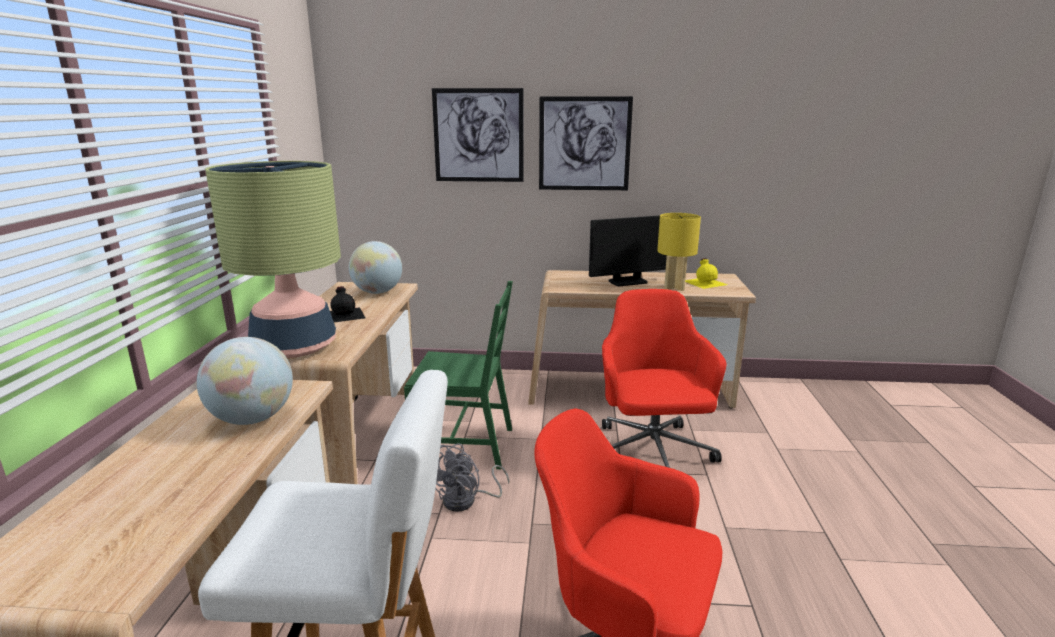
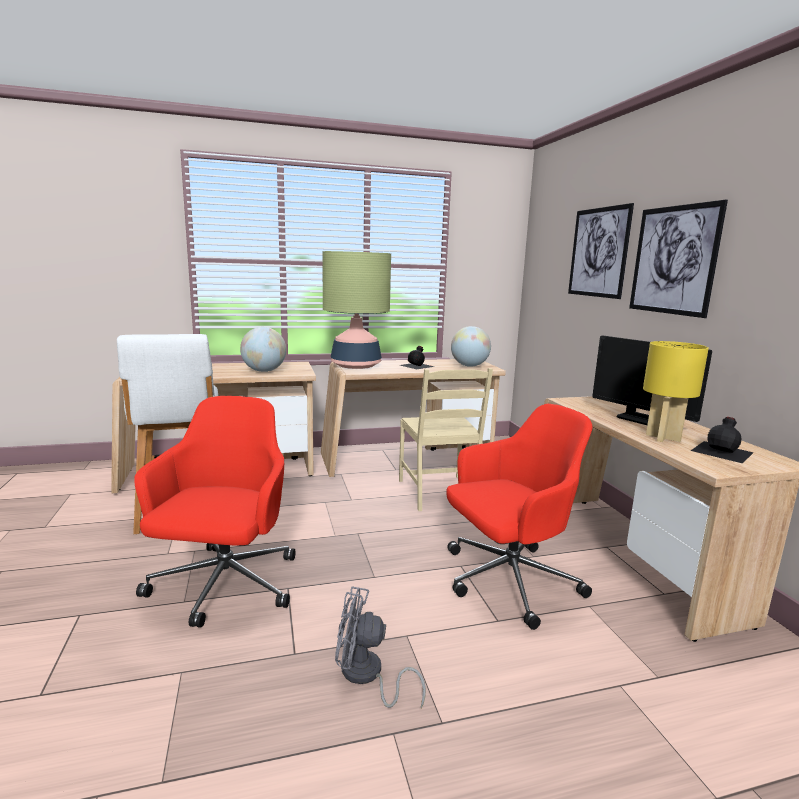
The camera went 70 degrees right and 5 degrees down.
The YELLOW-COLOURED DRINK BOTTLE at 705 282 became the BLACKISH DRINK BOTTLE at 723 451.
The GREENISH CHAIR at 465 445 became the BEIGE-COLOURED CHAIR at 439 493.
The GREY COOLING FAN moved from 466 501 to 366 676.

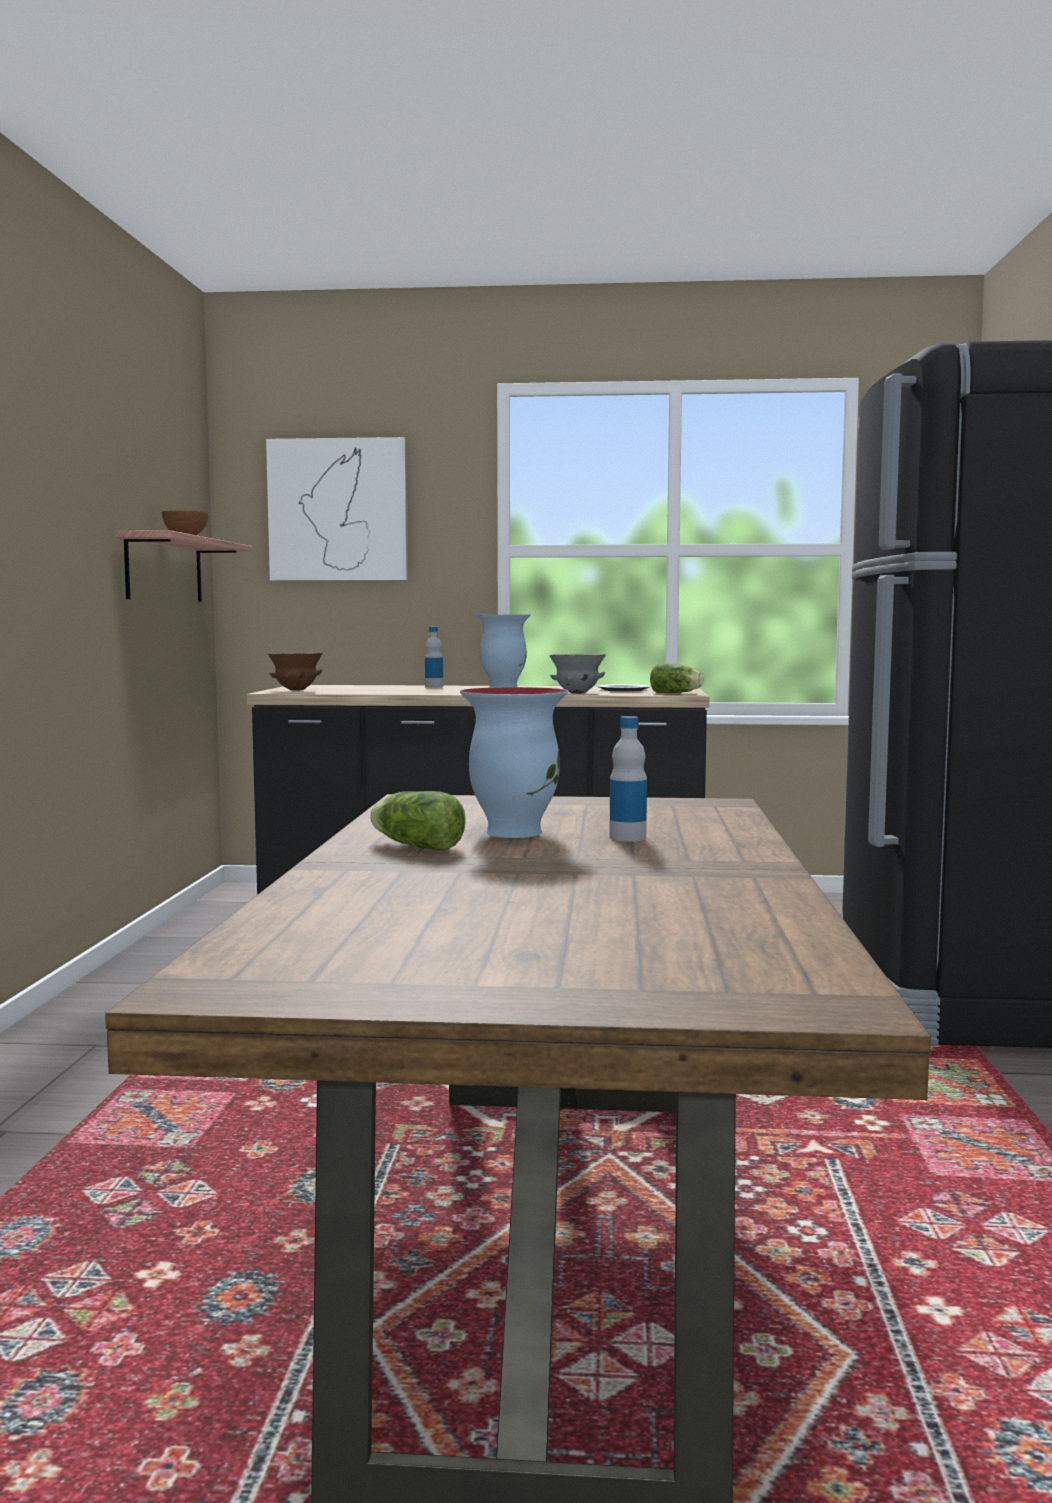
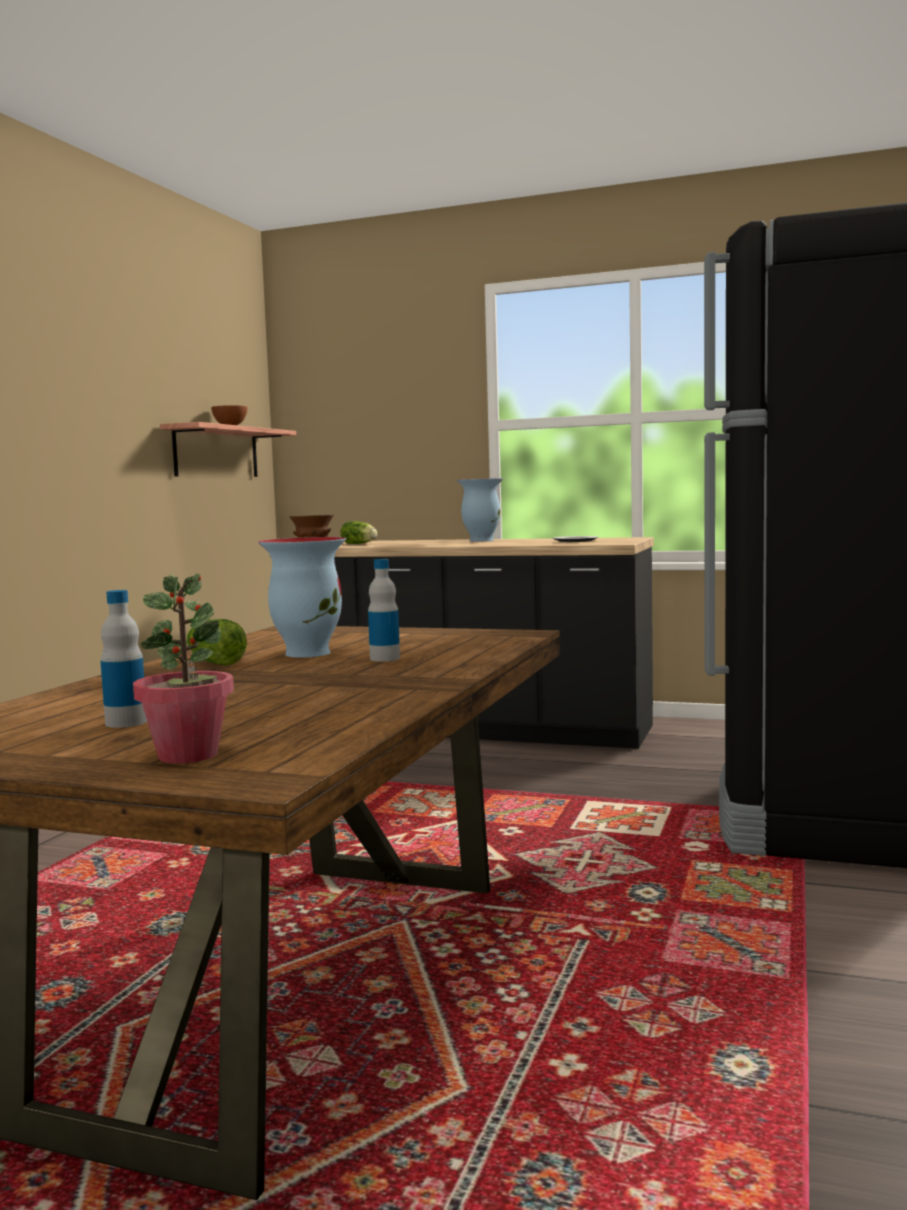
The camera went 15 degrees right and 0 degrees up.
The WALL PICTURE at 338 510 disappeared.
The DRINK BOTTLE moved from 434 687 to 126 722.
The GREY SERVING BOWL at 577 693 disappeared.
The LETTUCE moved from 677 693 to 360 544.
The HOUSEPLANT at 188 755 appeared.

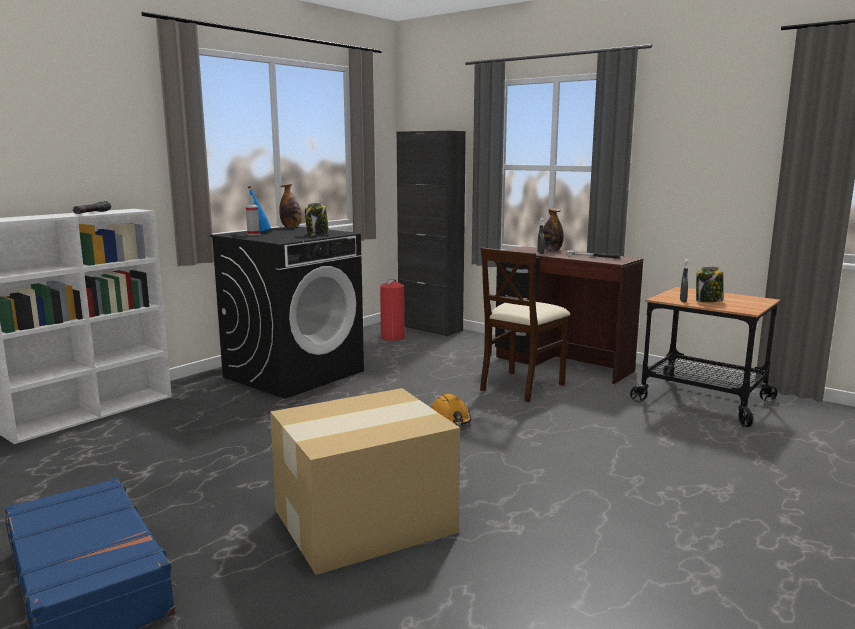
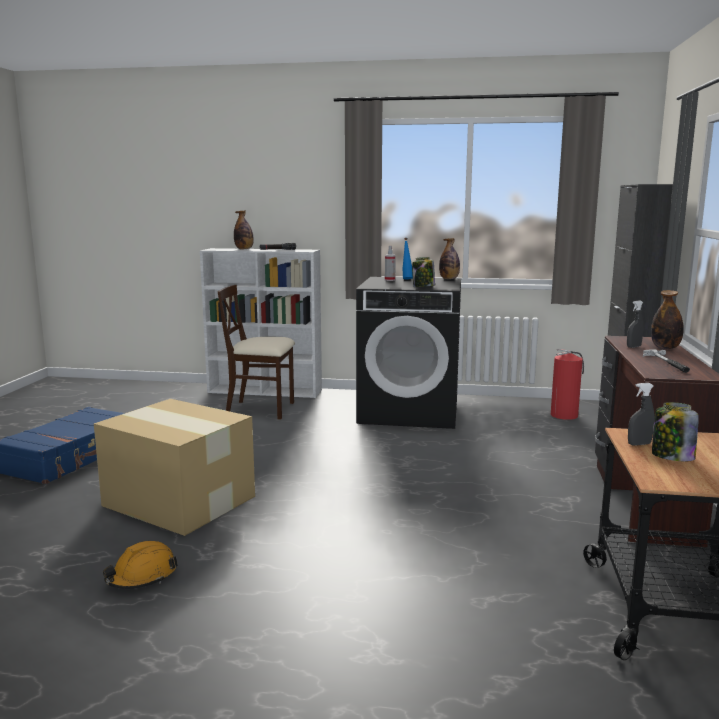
The camera went 60 degrees right and 0 degrees up.
The BEIGE-COLOURED CHAIR moved from 521 386 to 261 409.
The ORANGE-COLOURED SAFETY HELMET moved from 450 420 to 142 577.
The DRINK BOTTLE at 244 249 appeared.

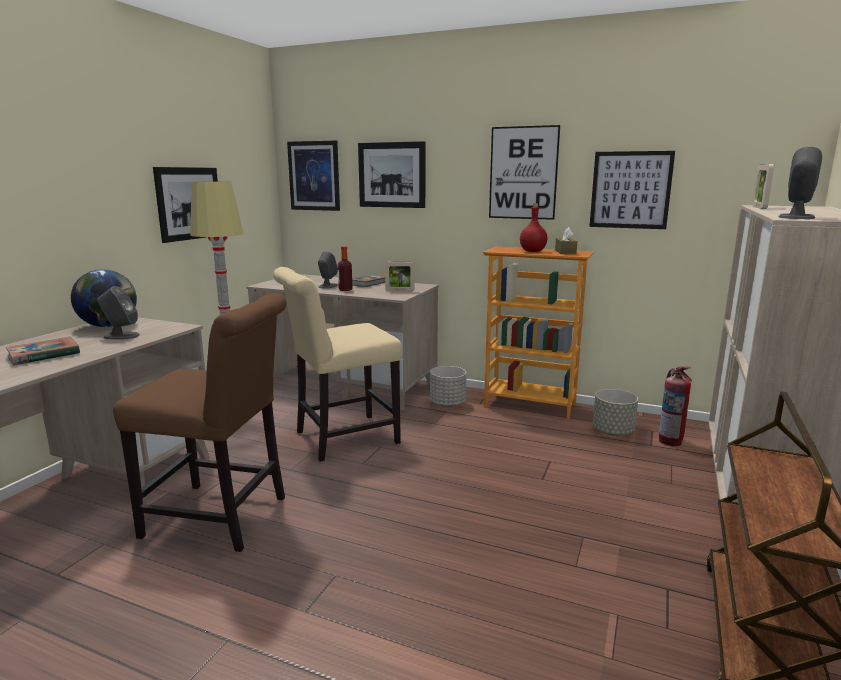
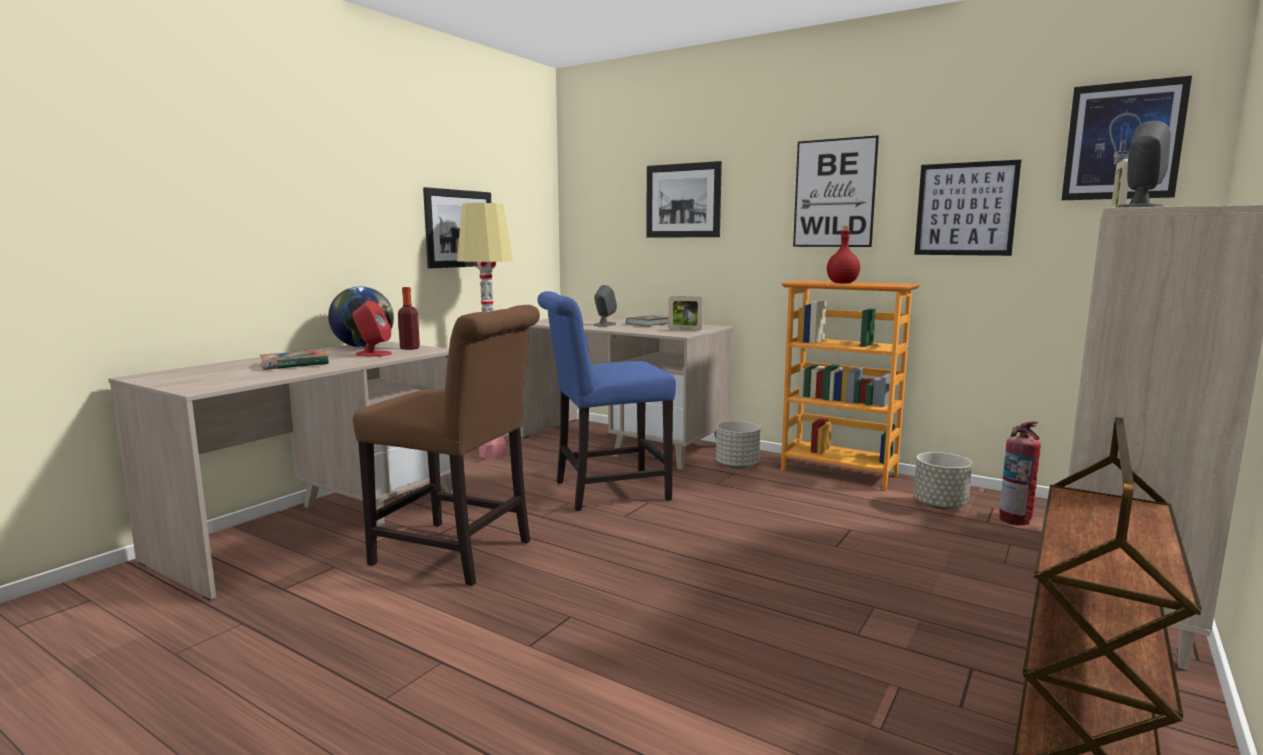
The camera went 10 degrees right and 5 degrees down.
The WALL PICTURE moved from 314 176 to 1123 141.
The BROWNISH TISSUE BOX at 565 252 disappeared.
The DRINK BOTTLE moved from 345 290 to 410 348.
The BEIGE-COLOURED CHAIR at 341 439 became the BLUE CHAIR at 605 492.
The GREY SPEAKER at 121 336 became the RED-COLOURED SPEAKER at 373 354.

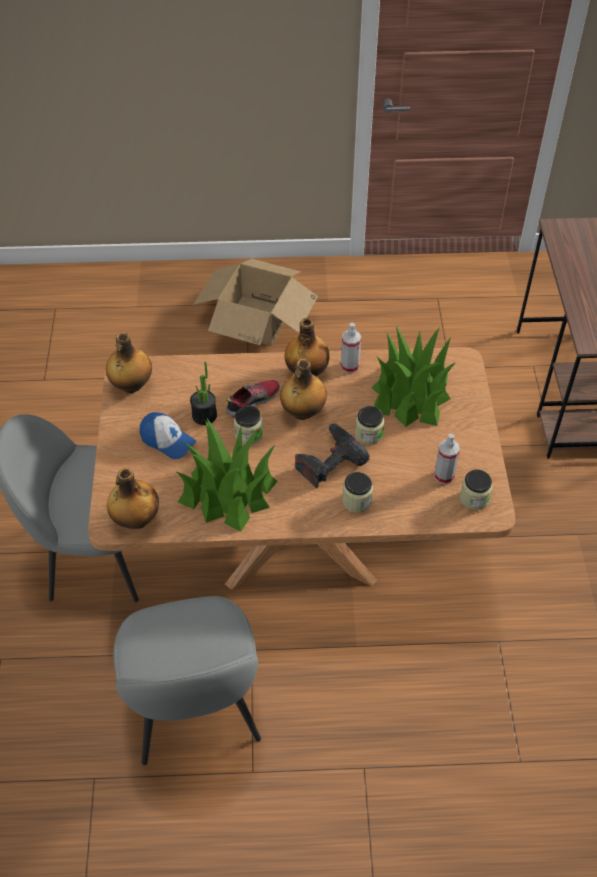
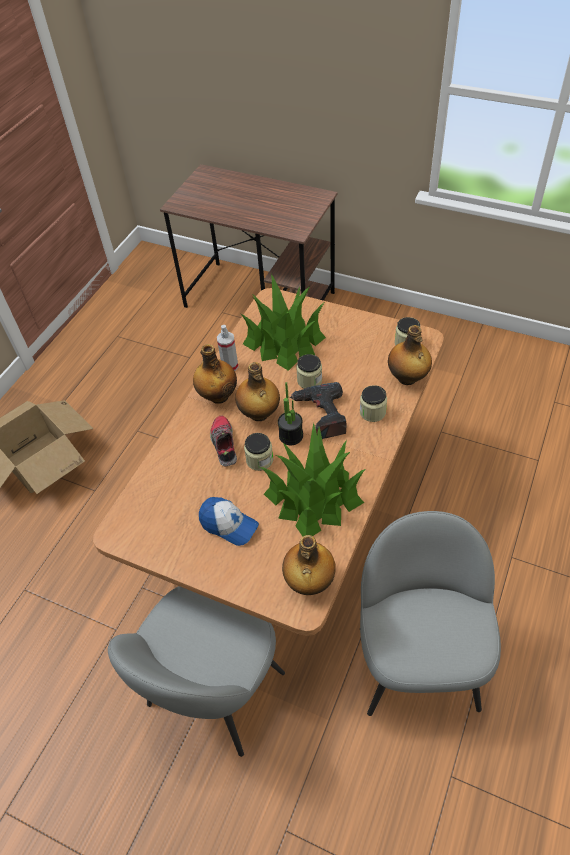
The camera went 60 degrees left and 0 degrees up.
The DRINK BOTTLE moved from 131 386 to 407 378.
The HOUSEPLANT moved from 204 415 to 291 436.
The BASEBALL CAP at 167 441 turned 60 degrees clockwise.
The SPRAYER at 444 476 disappeared.
The GREY CHAIR at 195 712 turned 105 degrees counterclockwise.

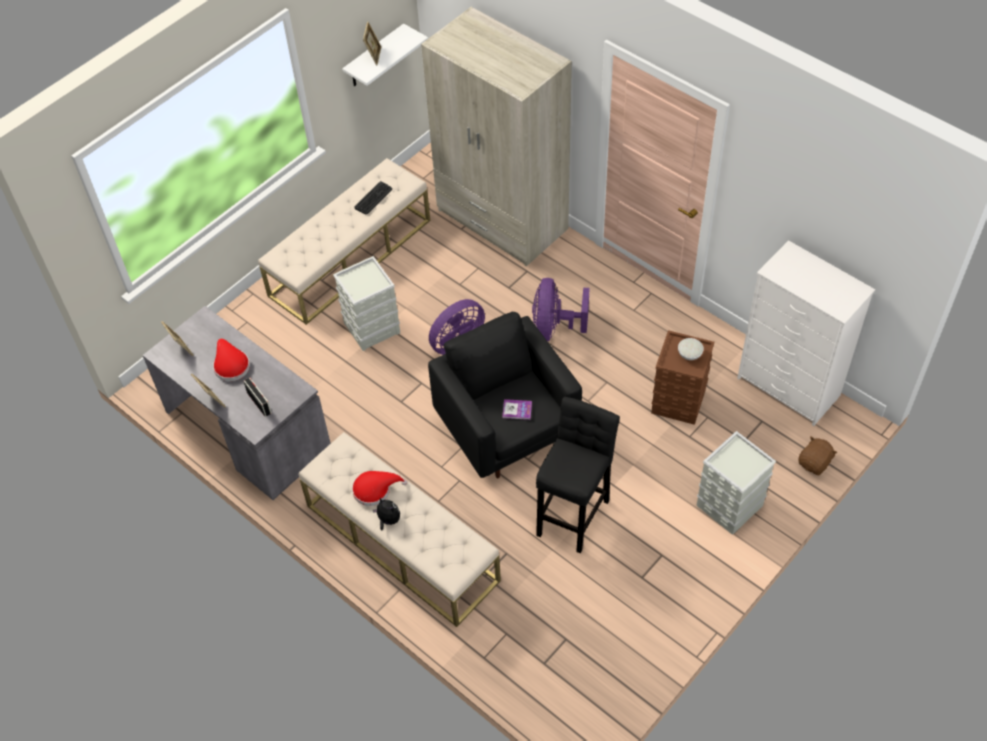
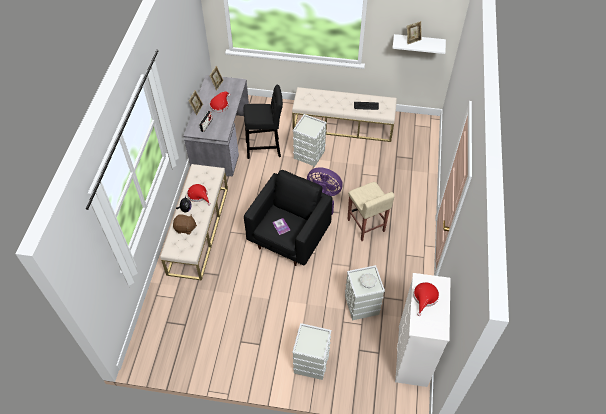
The camera went 55 degrees right and 0 degrees up.
The BEIGE-COLOURED WARDROBE at 502 220 disappeared.
The PURPLISH COOLING FAN at 554 328 was replaced by the BEIGE-COLOURED STOOL SEAT at 366 226.
The BROWNISH STORAGE CONTAINER at 679 402 became the GREY STORAGE CONTAINER at 361 305.
The BLACKISH STOOL SEAT moved from 574 513 to 265 148.
The BROWNISH SOFT TOY moved from 814 463 to 185 228.
The RED-COLOURED HAT at 425 298 appeared.

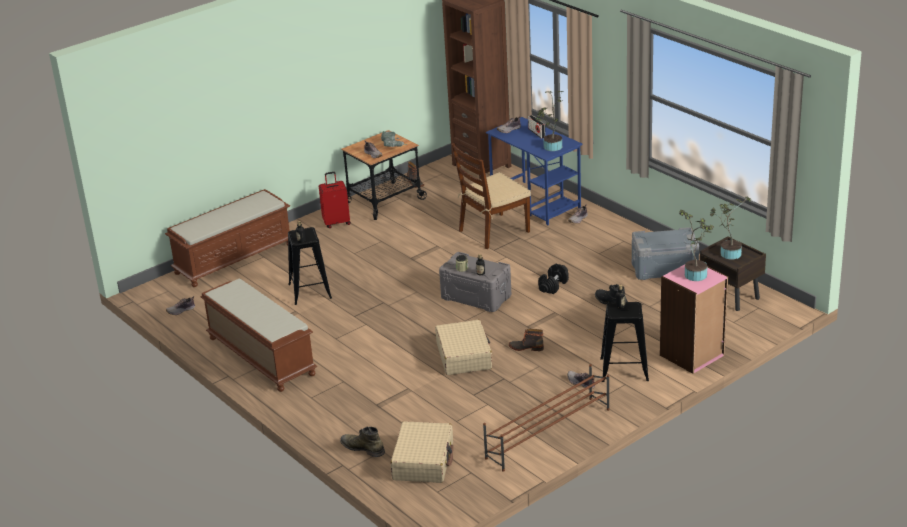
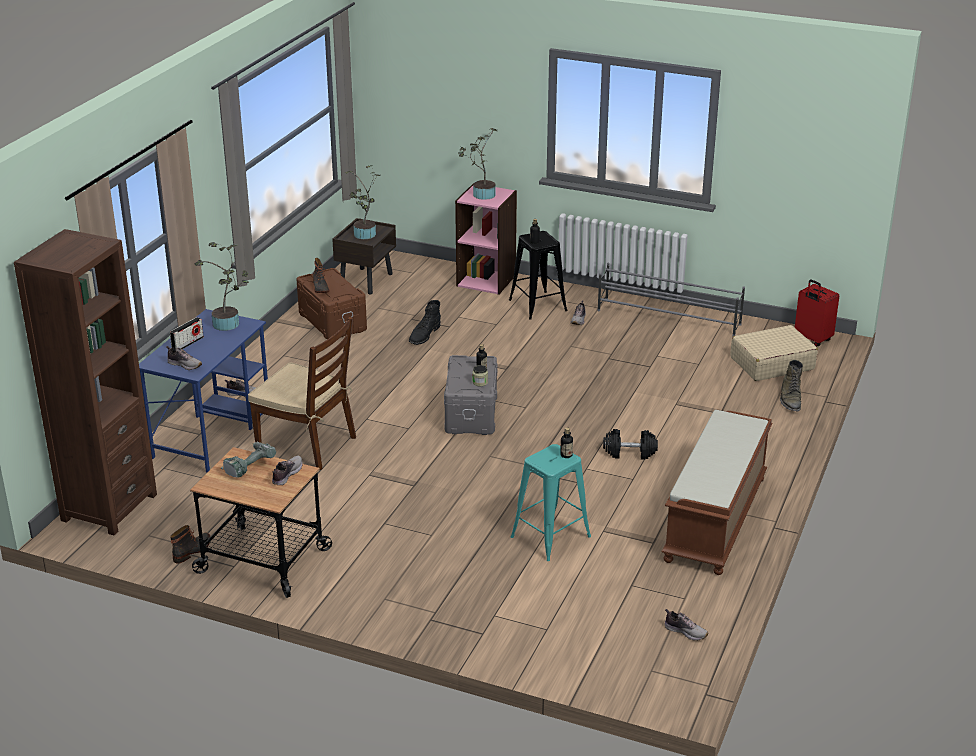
The camera went 120 degrees left and 0 degrees up.
The RED-COLOURED PIECE OF LUGGAGE moved from 336 222 to 812 339.
The BROWNISH BENCH at 234 258 disappeared.
The BLACKISH STOOL SEAT at 310 291 became the TURQUOISE STOOL SEAT at 550 537.
The GREY STORAGE CONTAINER at 664 269 became the BROWNISH STORAGE CONTAINER at 333 321.
The BLACKISH HAND WEIGHT moved from 553 285 to 629 453.
The BEIGE-COLOURED PIECE OF LUGGAGE at 464 356 disappeared.
The TALL BOOT moved from 526 347 to 320 287.
The BROWNISH SHOE SHELF at 547 433 became the GREY SHOE SHELF at 669 318.

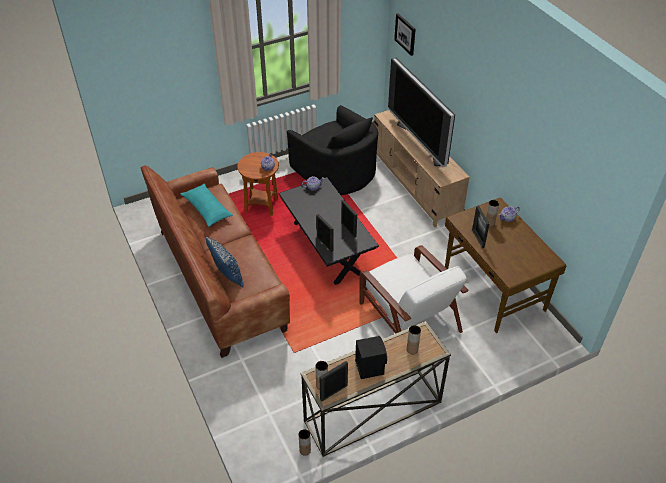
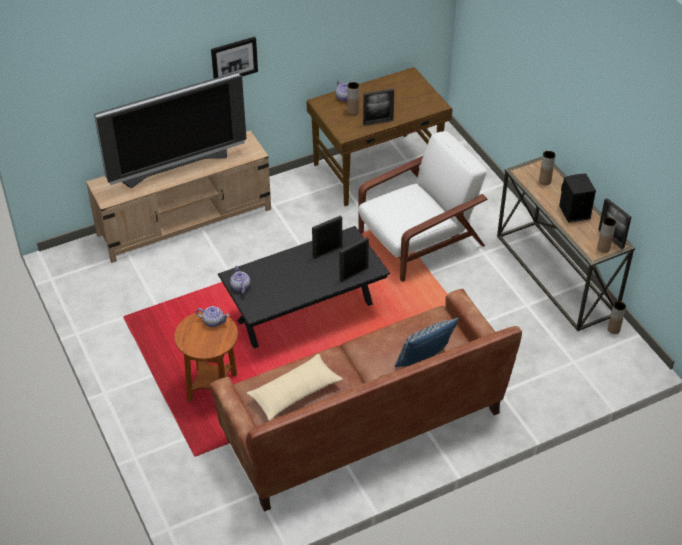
The camera went 90 degrees left and 0 degrees up.
The WALL PICTURE moved from 405 34 to 234 59.
The BLACKISH LOUNGE CHAIR at 336 171 disappeared.
The TURQUOISE PILLOW at 207 209 became the BEIGE-COLOURED PILLOW at 294 393.

